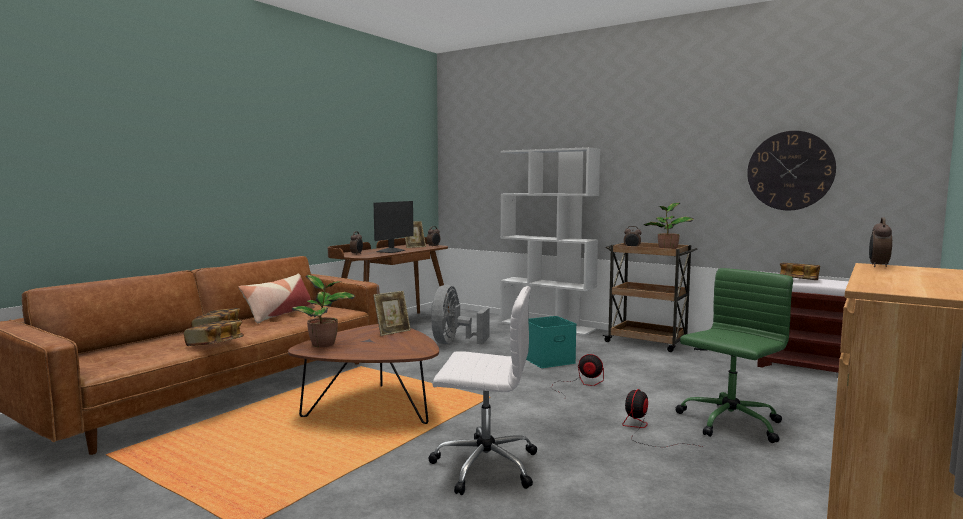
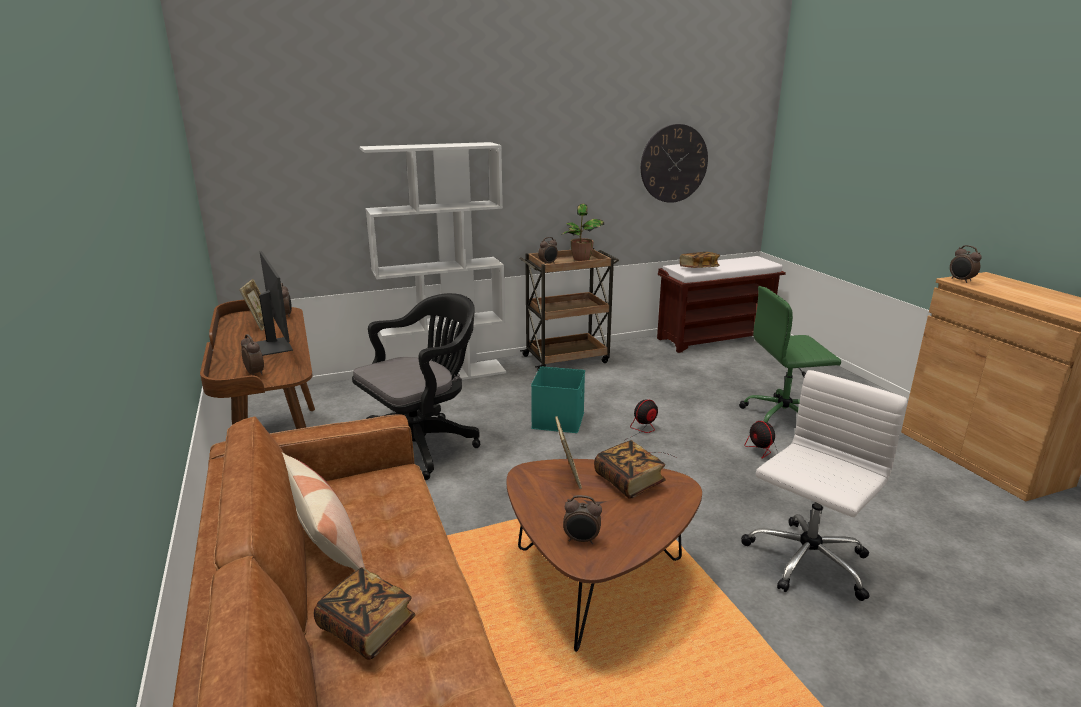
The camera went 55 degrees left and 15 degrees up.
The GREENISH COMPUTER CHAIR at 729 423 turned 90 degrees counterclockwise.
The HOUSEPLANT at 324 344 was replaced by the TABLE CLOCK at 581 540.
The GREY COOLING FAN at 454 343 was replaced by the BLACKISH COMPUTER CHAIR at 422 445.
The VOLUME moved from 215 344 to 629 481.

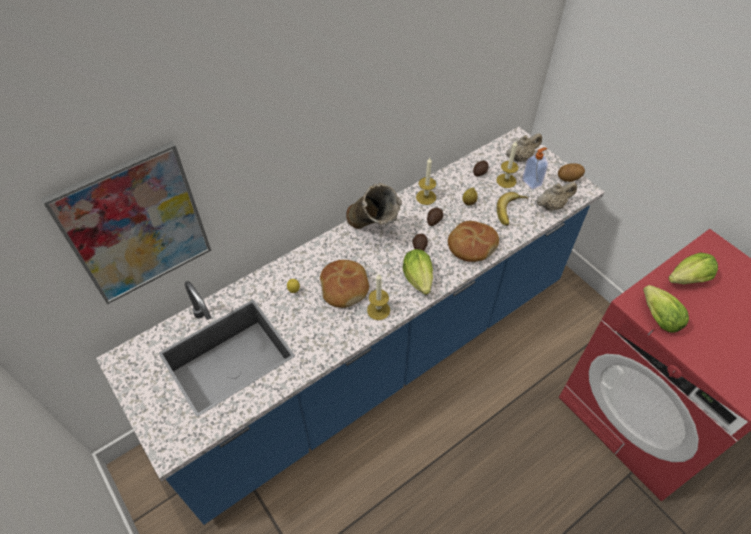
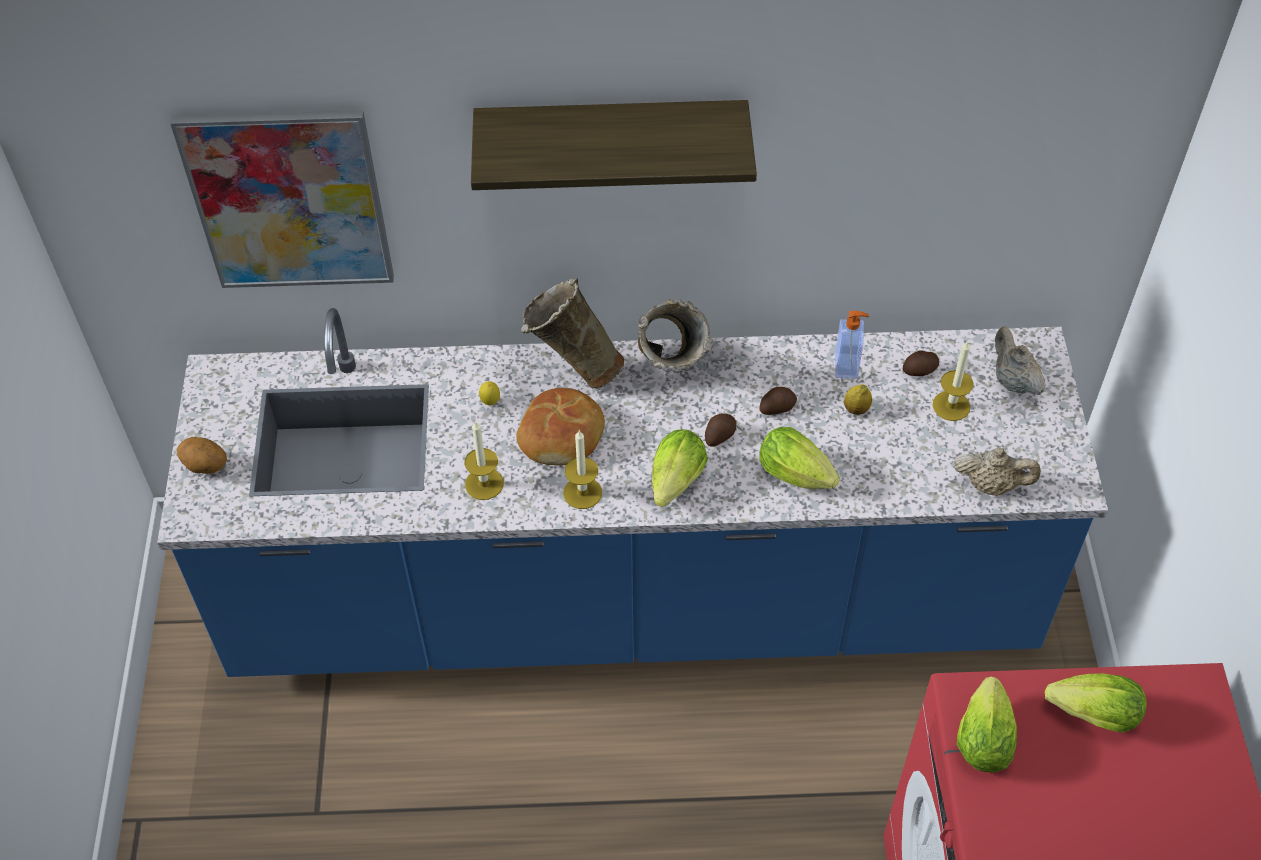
The camera went 35 degrees right and 0 degrees up.
The BEIGE-COLOURED TEAPOT at 521 158 turned 120 degrees counterclockwise.
The SOAP BOTTLE moved from 532 182 to 847 366.
The WAX LIGHT moved from 426 197 to 484 483.
The SPUD moved from 568 179 to 205 466.
The BANANA at 512 211 disappeared.
The BAKERY BREAD at 471 246 was replaced by the LETTUCE at 799 476.
The SHELF at 611 141 appeared.
The BEIGE-COLOURED DECORATIVE VASE at 572 370 appeared.

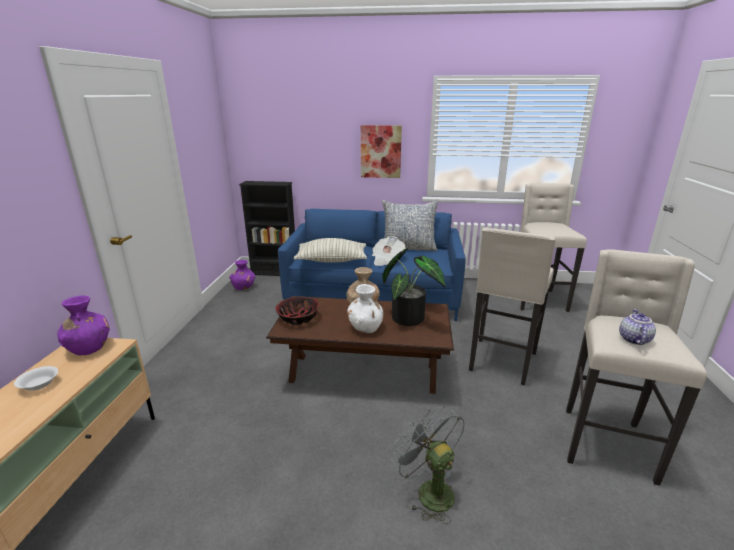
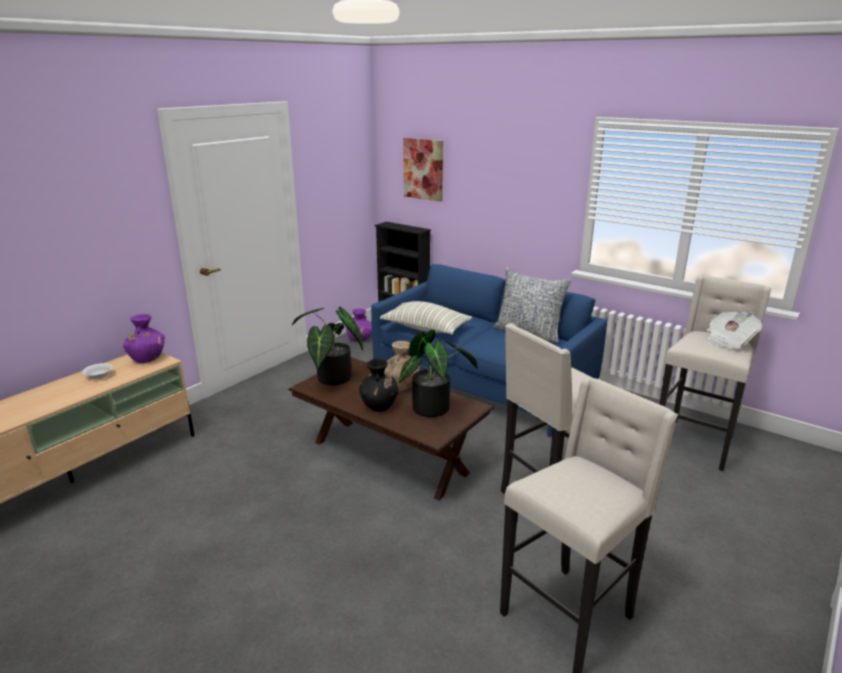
The camera went 30 degrees right and 0 degrees up.
The WALL PICTURE moved from 380 151 to 423 169.
The NEWSPAPER moved from 387 260 to 728 341.
The WHITE DECORATIVE VASE at 365 328 became the BLACKISH DECORATIVE VASE at 379 405.
The SERVING BOWL at 298 318 was replaced by the HOUSEPLANT at 331 379.
The TEAPOT at 633 339 disappeared.
The GREY COOLING FAN at 429 490 disappeared.

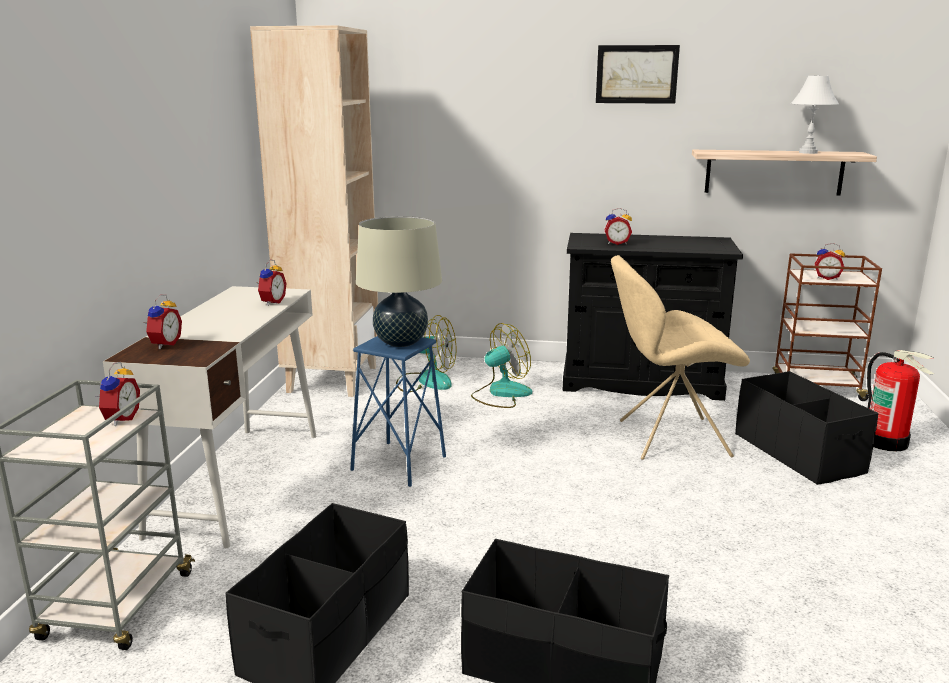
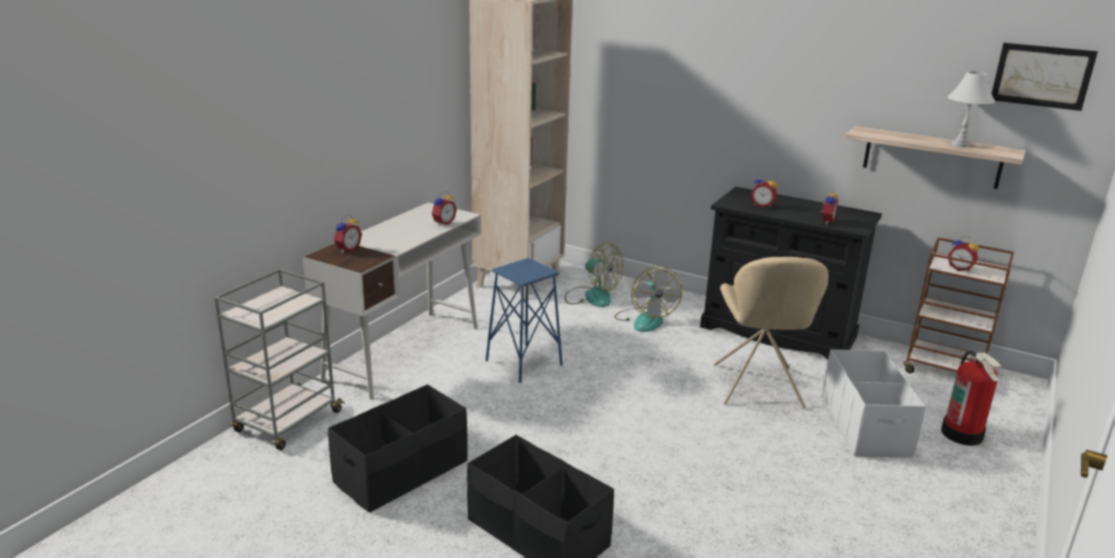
The camera went 20 degrees right and 5 degrees up.
The WALL PICTURE moved from 636 74 to 1042 76.
The BEIGE-COLOURED TABLE LAMP at 401 342 disappeared.
The BEIGE-COLOURED CHAIR at 668 438 turned 105 degrees counterclockwise.
The COOLING FAN at 501 393 turned 90 degrees clockwise.
The TABLE CLOCK moved from 119 419 to 825 221.
The BLACKISH STORAGE CONTAINER at 798 453 became the WHITE STORAGE CONTAINER at 865 426.

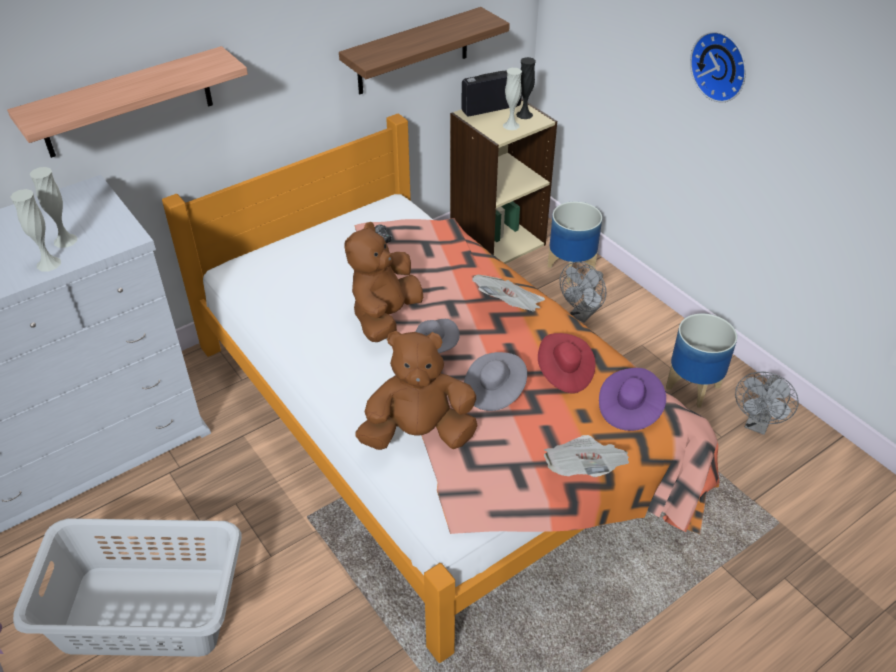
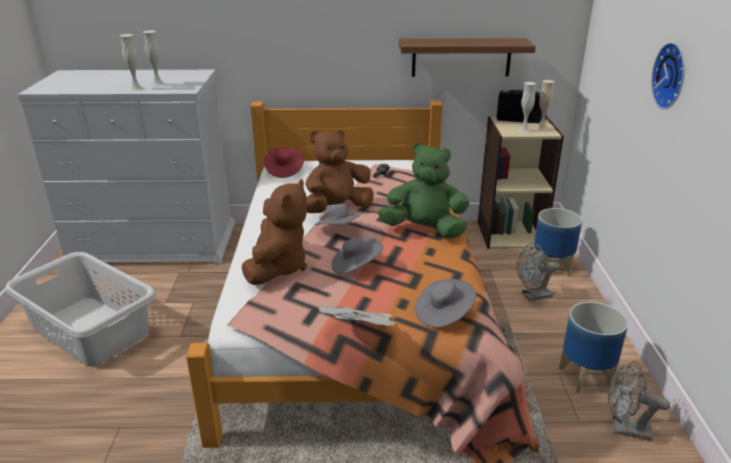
The camera went 35 degrees right and 15 degrees down.
The SHELF at 127 103 disappeared.
The BLACKISH DECORATIVE VASE at 524 115 became the BEIGE-COLOURED DECORATIVE VASE at 541 128.
The NEWSPAPER at 509 307 was replaced by the GREENISH SOFT TOY at 424 230.
The BROWNISH SOFT TOY at 419 433 turned 75 degrees clockwise.
The RED-COLOURED HAT moved from 564 373 to 284 170.
The PURPLISH HAT at 629 409 became the GREY HAT at 443 314.
The GREY COOLING FAN at 757 424 turned 45 degrees clockwise.

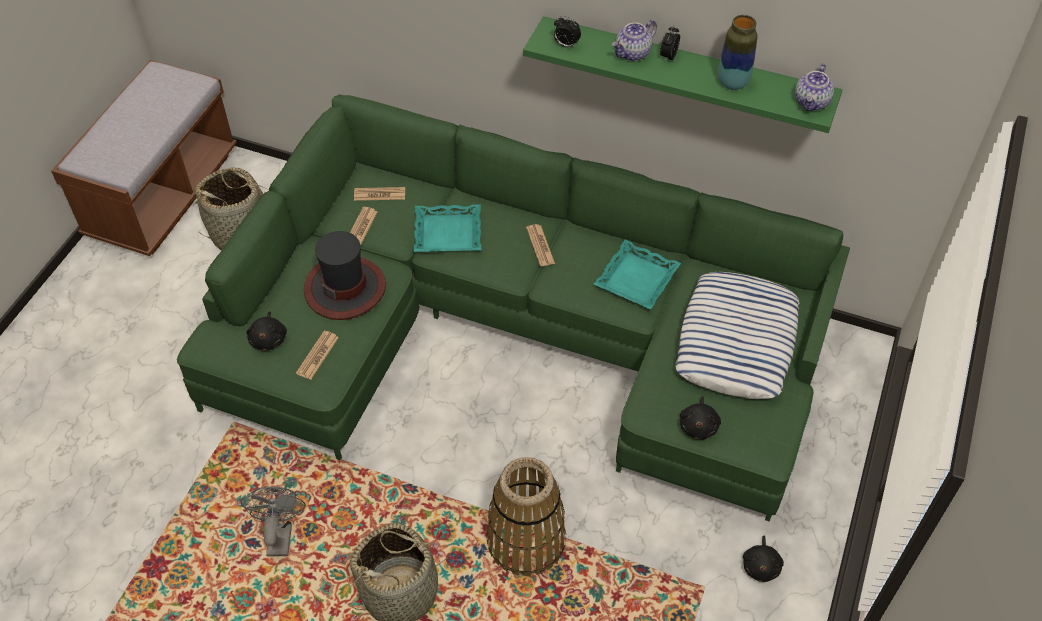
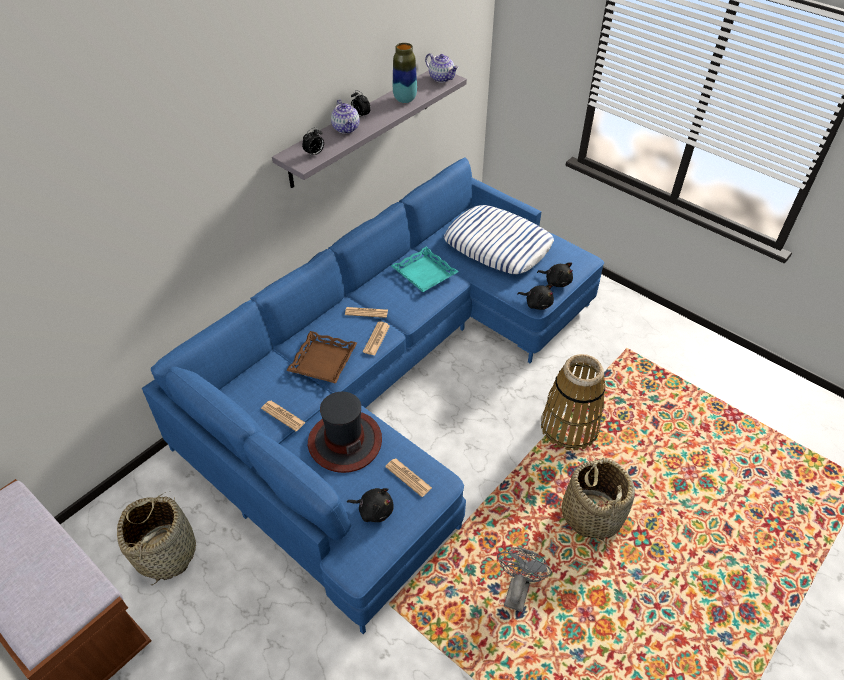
The camera went 70 degrees left and 5 degrees down.
The GREENISH SHELF at 685 73 became the GREY SHELF at 361 126.
The GREENISH COUCH at 516 334 became the BLUE COUCH at 390 383.
The NEWSPAPER moved from 379 194 to 376 339.
The TURQUOISE SERVING TRAY at 448 234 became the BROWNISH SERVING TRAY at 323 361.
The GREY COOLING FAN at 279 534 turned 90 degrees clockwise.
The BLACKISH SOFT TOY moved from 761 566 to 537 303.

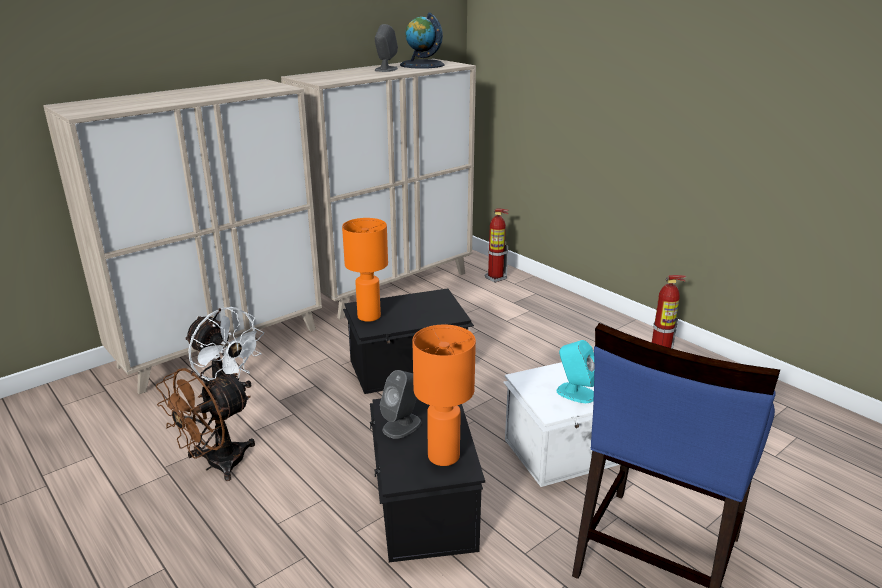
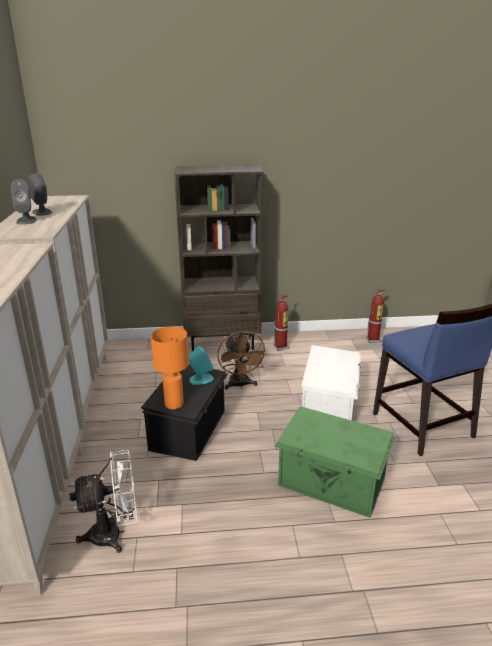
The camera went 55 degrees left and 0 degrees up.
The DESK GLOBE at 422 65 disappeared.
The EXTINGUISHER moved from 496 278 to 373 340.
The ORANGE-COLOURED TABLE LAMP at 443 457 disappeared.
The TURQUOISE SPEAKER moved from 575 393 to 201 379.
The BROWNISH COOLING FAN moved from 216 465 to 240 385.
The GREY SPEAKER moved from 402 425 to 26 220.
The BLACKISH STORAGE CONTAINER at 422 505 became the GREENISH STORAGE CONTAINER at 331 483.
The BROWNISH SHELVING UNIT at 222 343 appeared.

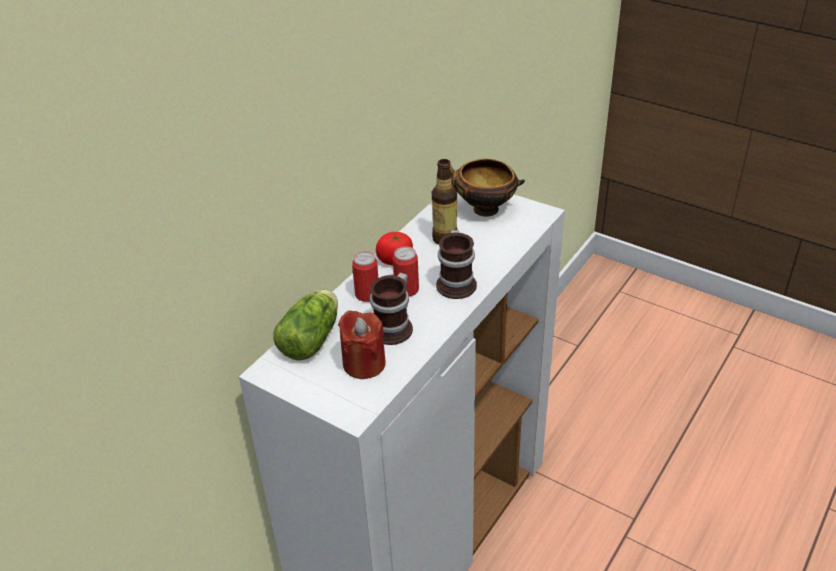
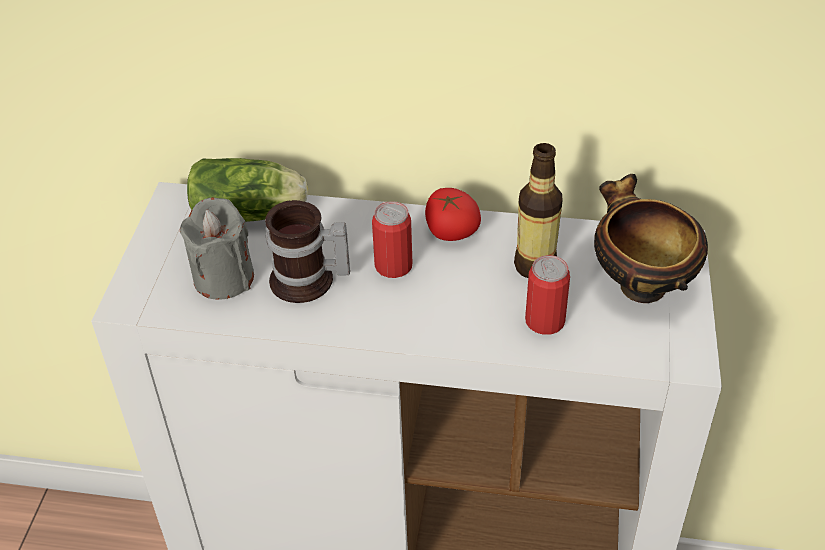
The camera went 65 degrees right and 5 degrees up.
The MUG at 458 282 disappeared.
The SEALED CAN moved from 367 294 to 545 321.
The RED-COLOURED WAX LIGHT at 364 364 became the GREY WAX LIGHT at 223 278.

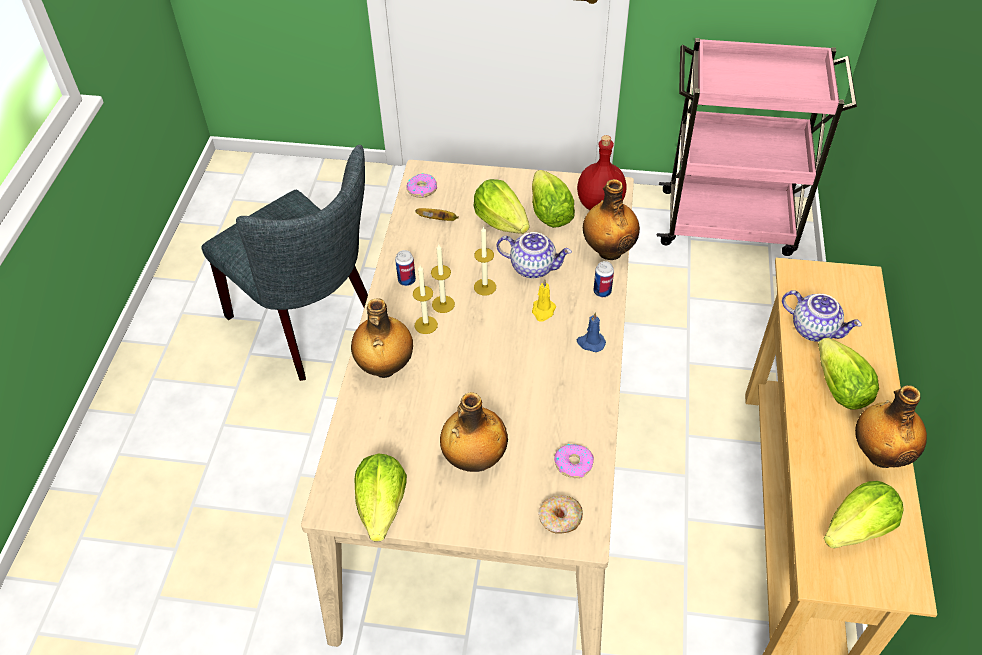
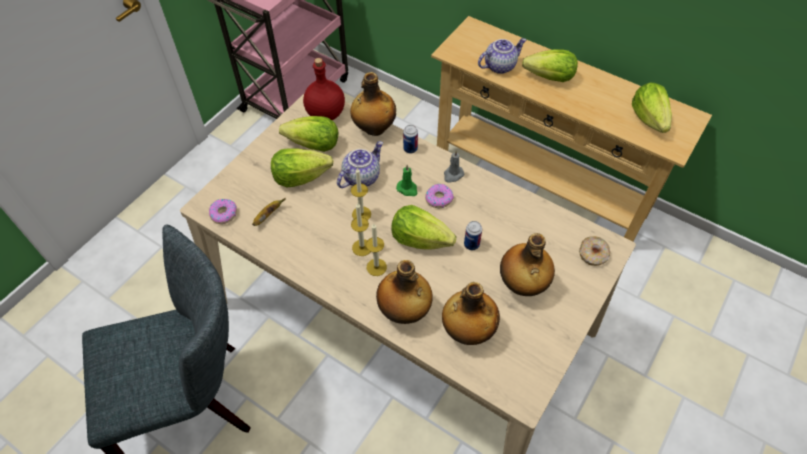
The camera went 65 degrees left and 5 degrees up.
The SEALED CAN moved from 406 280 to 471 244.
The YELLOW-COLOURED WAX LIGHT at 543 311 became the GREENISH WAX LIGHT at 407 189.
The BLUE WAX LIGHT at 590 343 became the GREY WAX LIGHT at 453 175.
The DRINK BOTTLE moved from 880 454 to 467 330.
The RING DOUGHNUT moved from 573 464 to 438 198.
The LETTUCE moved from 382 506 to 420 239.

